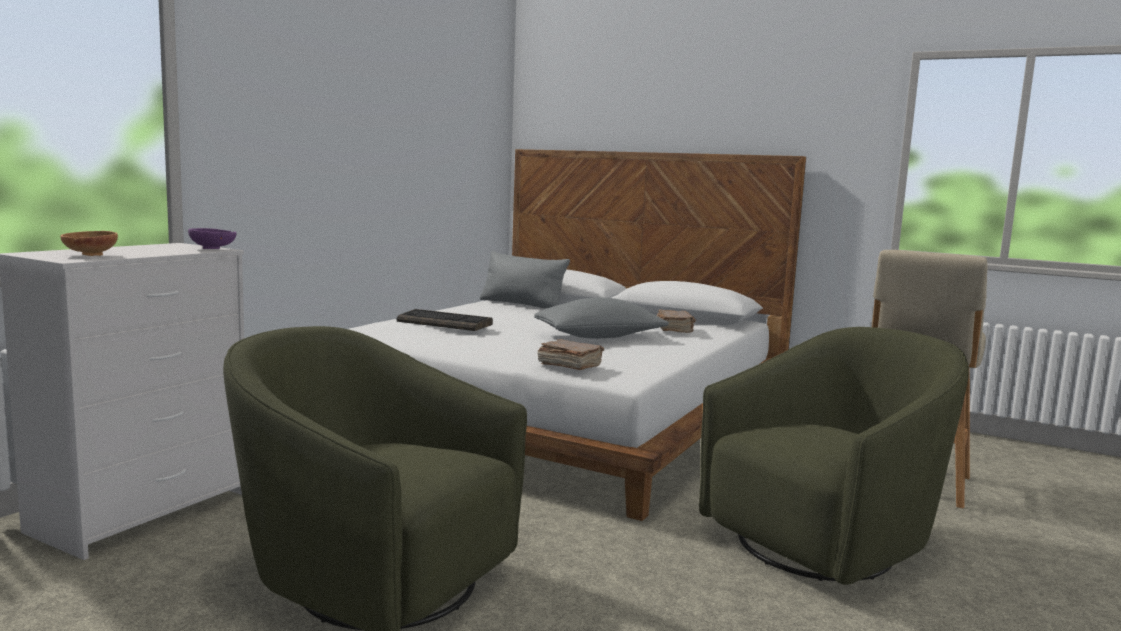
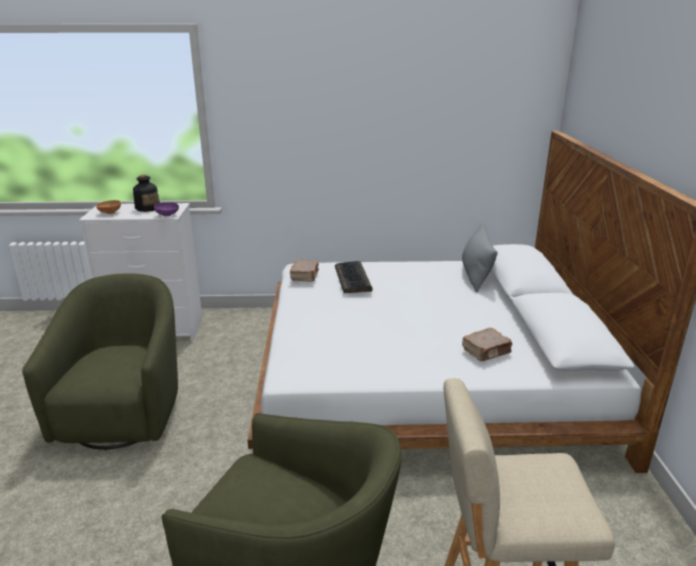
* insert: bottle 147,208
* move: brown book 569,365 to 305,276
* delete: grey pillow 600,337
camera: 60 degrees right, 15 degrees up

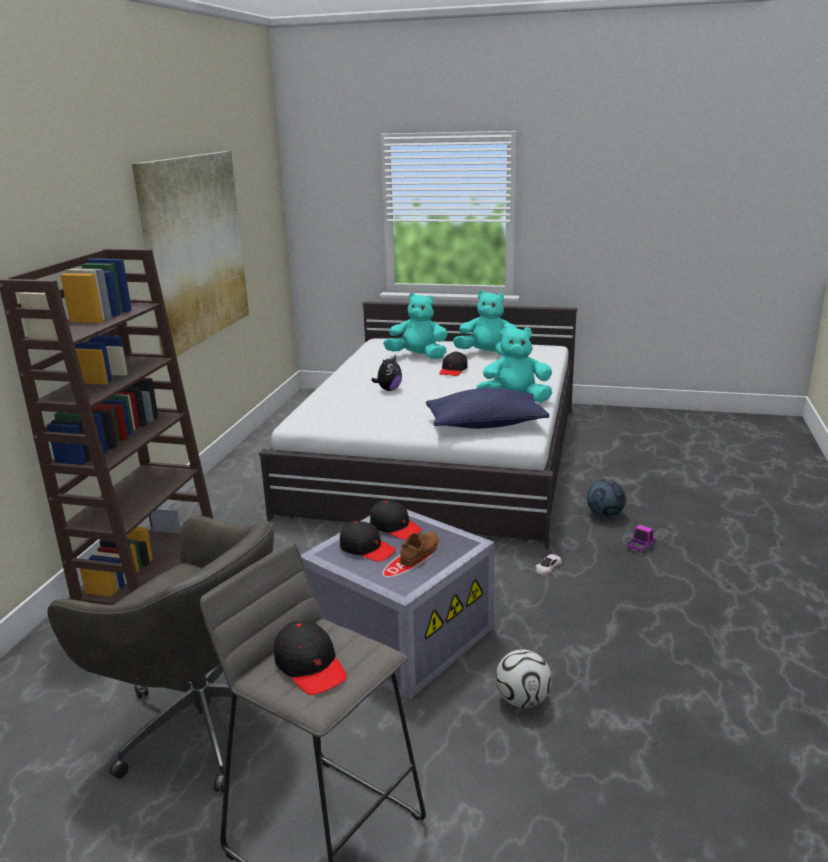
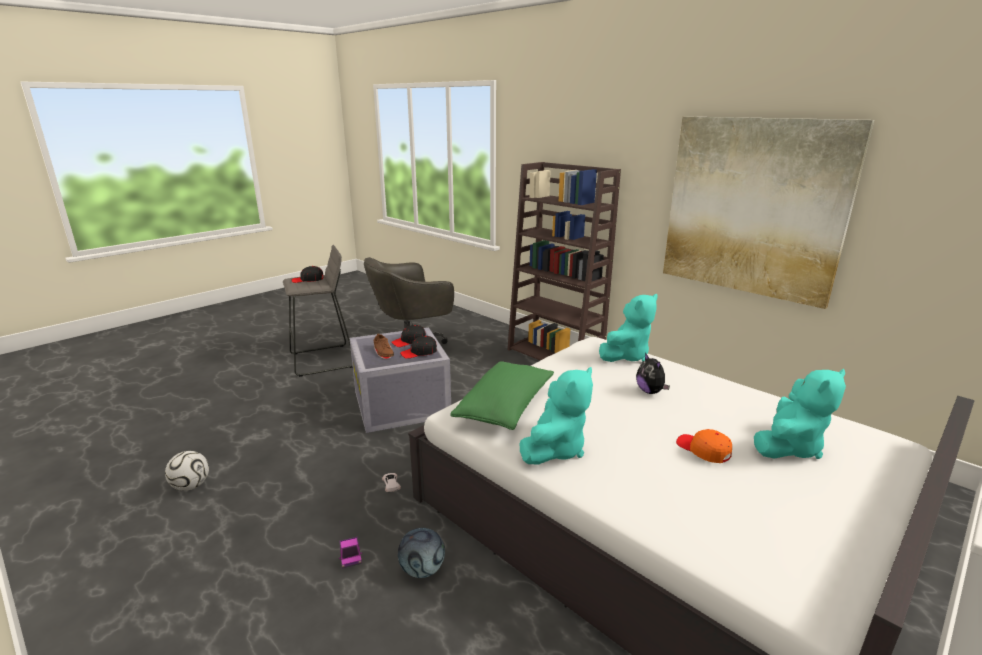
* move: football 522,700 to 191,486
* recolor: blue pillow 485,425 to green pillow 505,408
* move: turquoise plush toy 487,354 to 626,356
* recolor: black cap 453,370 to orange cap 703,450
camera: 120 degrees right, 0 degrees up

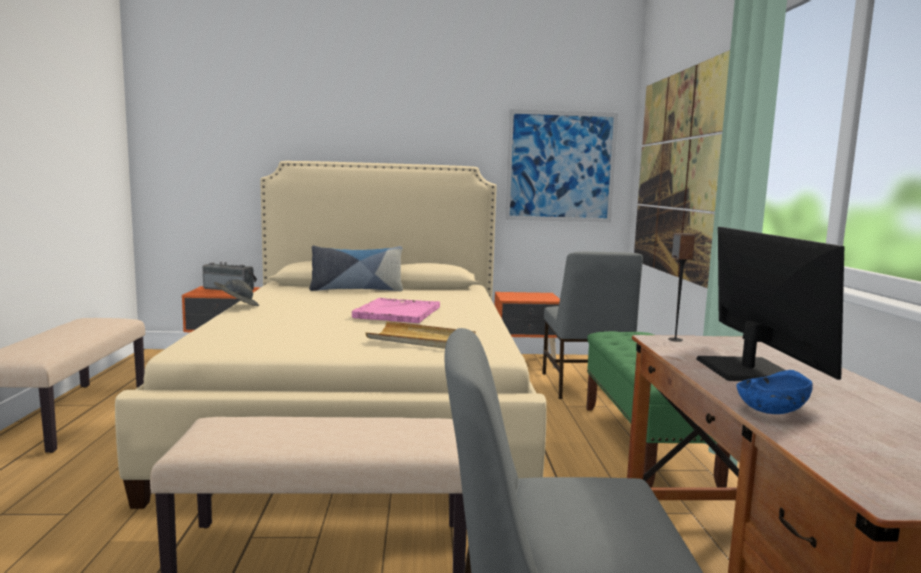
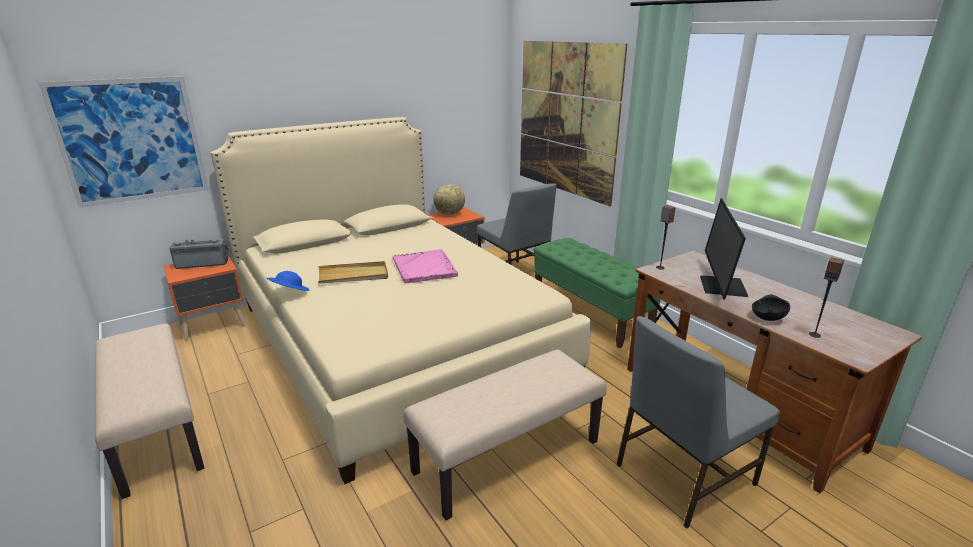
* move: picture 560,166 to 131,141
* recolor: grey hat 237,306 to blue hat 289,293
* move: beige tray 422,340 to 353,275
* insert: globe 449,214
* rotate: monitor 749,369 = 721,286 135 degrees counterclockwise
* recolor: blue bowl 769,411 to black bowl 767,318
* insert: speaker 814,334
* delete: pillow 356,289
camera: 30 degrees left, 15 degrees up

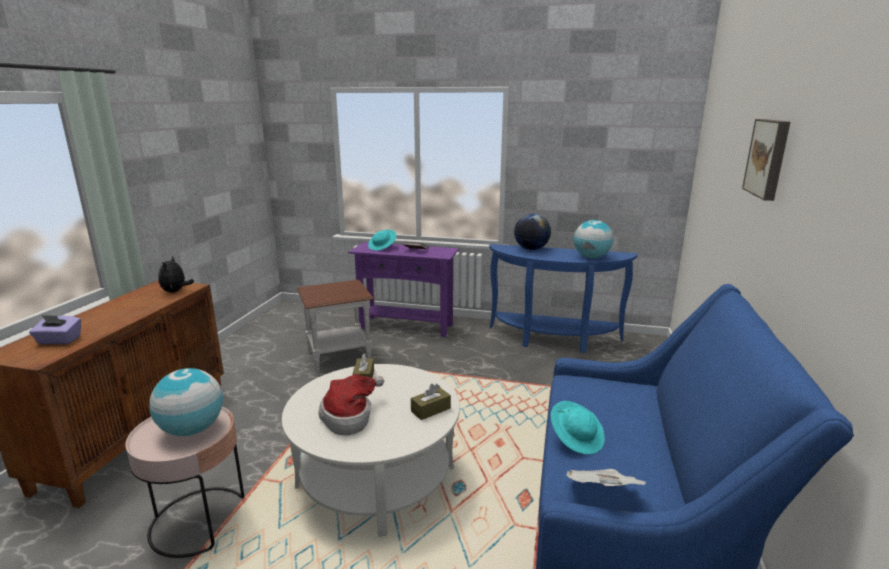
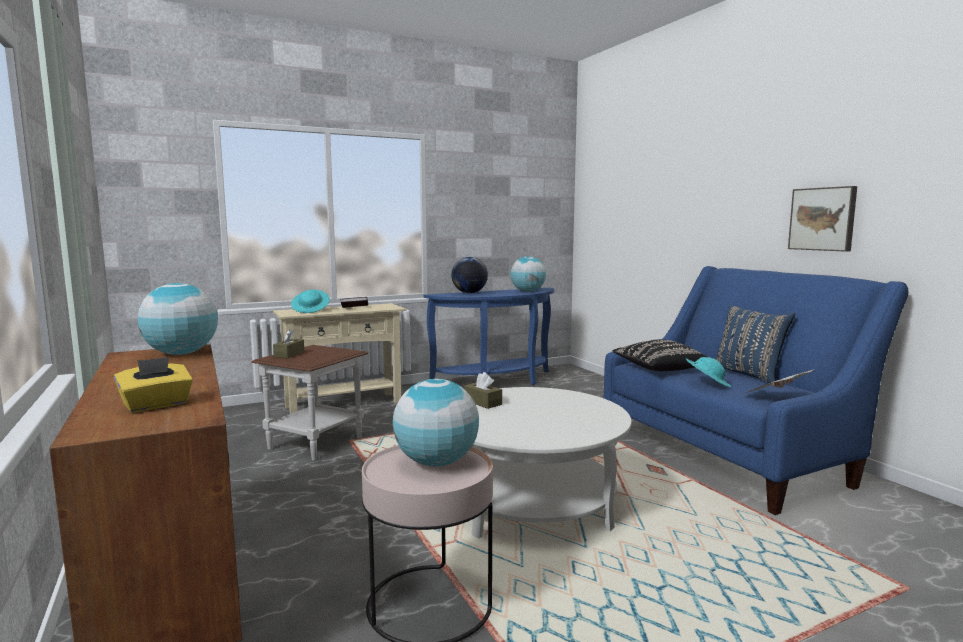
* recolor: purple tissue box 59,341 to yellow tissue box 156,405
* replace: plush toy 175,291 to globe 182,354
* recolor: purple console table 406,326 to beige console table 344,404
* move: brown tissue box 430,410 to 289,354
* insert: black pillow 659,369
* insert: blue pillow 749,375
* move: picture 769,158 to 823,219
* delete: hat 350,416
camera: 40 degrees left, 10 degrees down

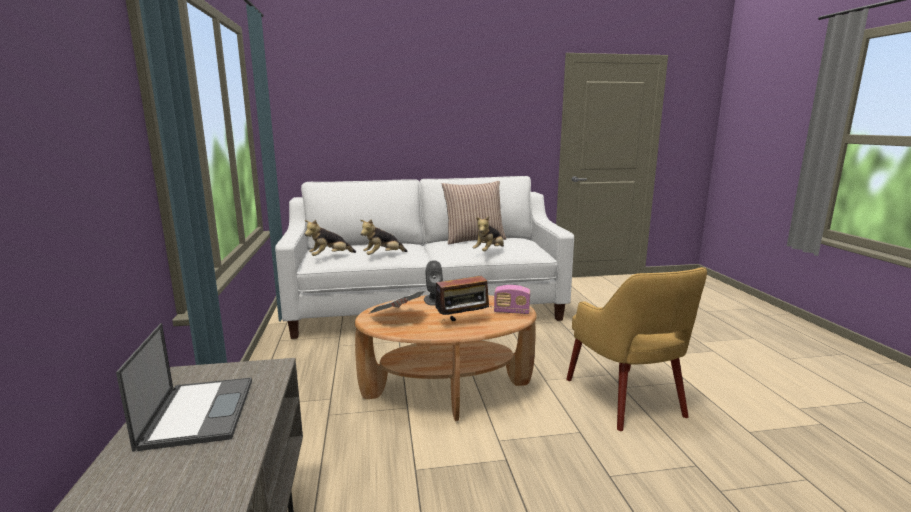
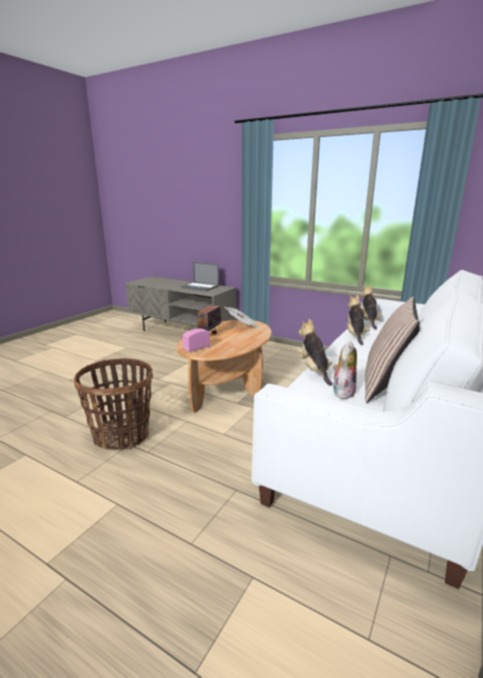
* replace: yellow armchair 625,399 to basket 122,435
* insert: plush toy 342,392
* delete: grey speaker 433,300
camera: 130 degrees right, 5 degrees up

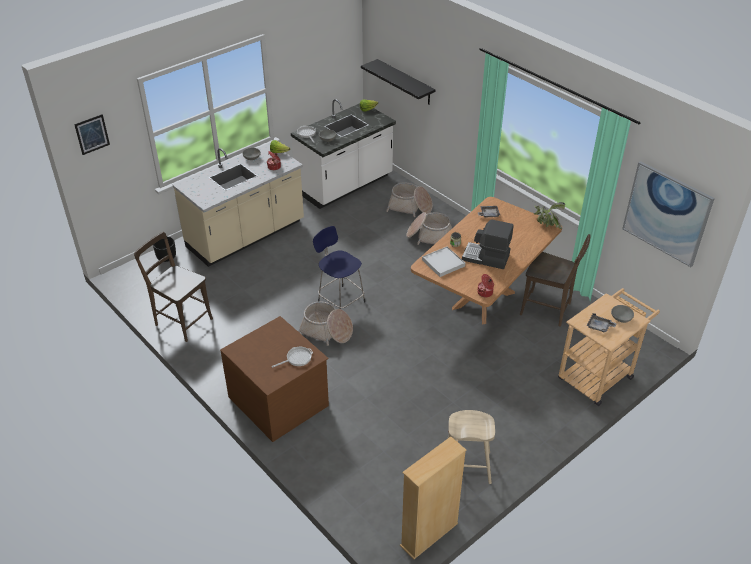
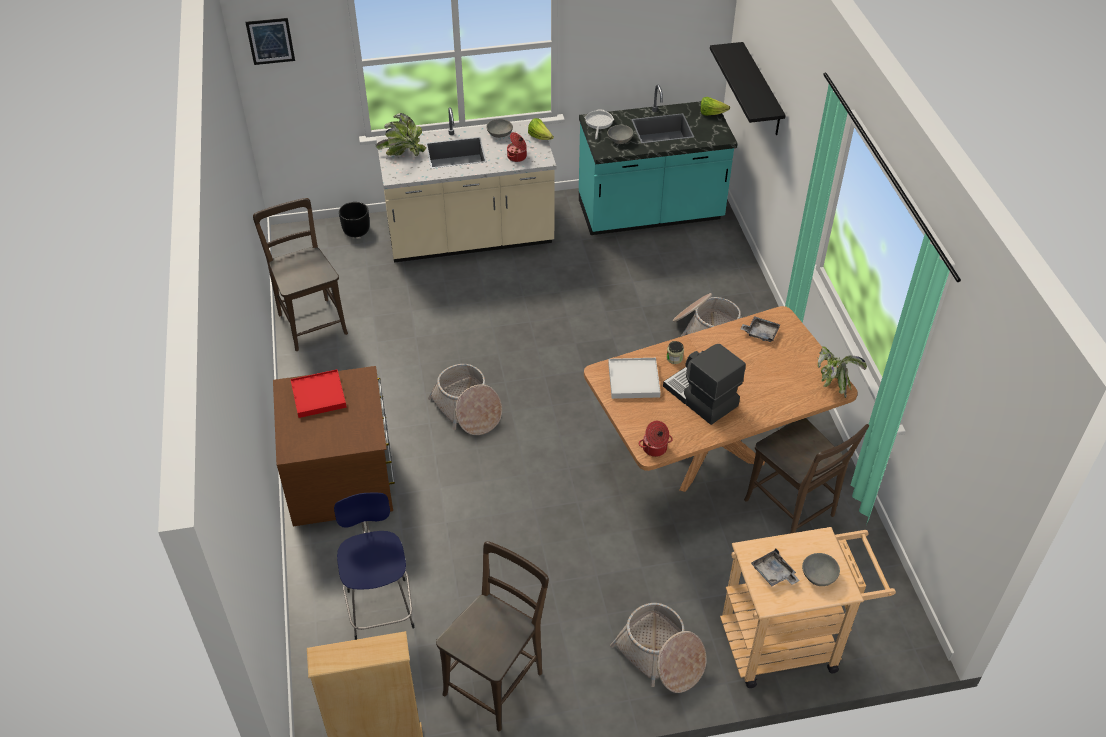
* insert: red tray 318,395
* move: blue stool 340,300 to 380,606
* insert: potted plant 402,152
* replace: beige stool 466,466 to brown chair 497,679
* recolor: white counter 345,185 to turquoise counter 650,213
* move: basket 410,207 to 660,656
* delete: frying pan 297,358
* delete: picture 666,213
camera: 30 degrees right, 5 degrees up

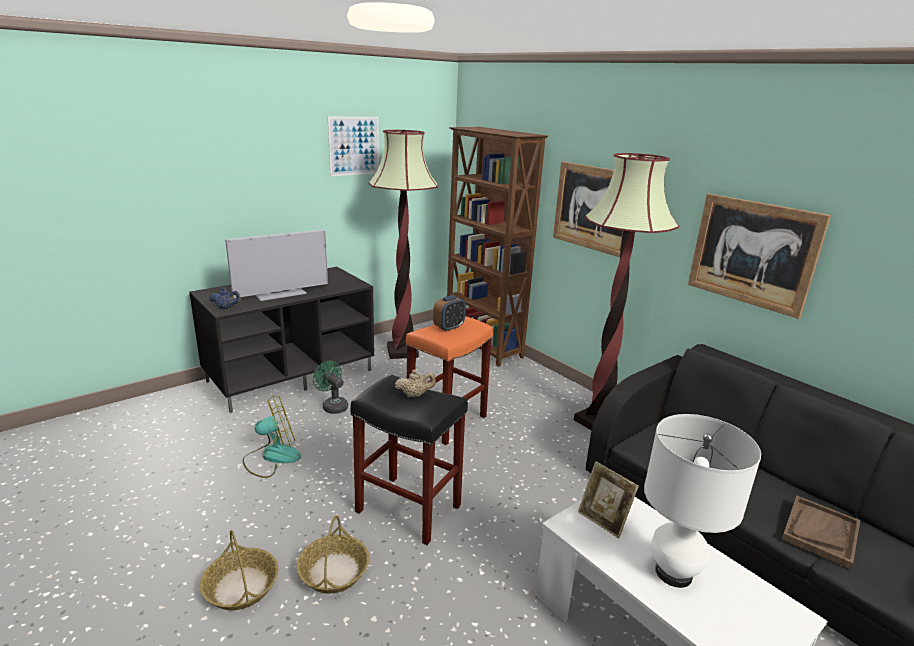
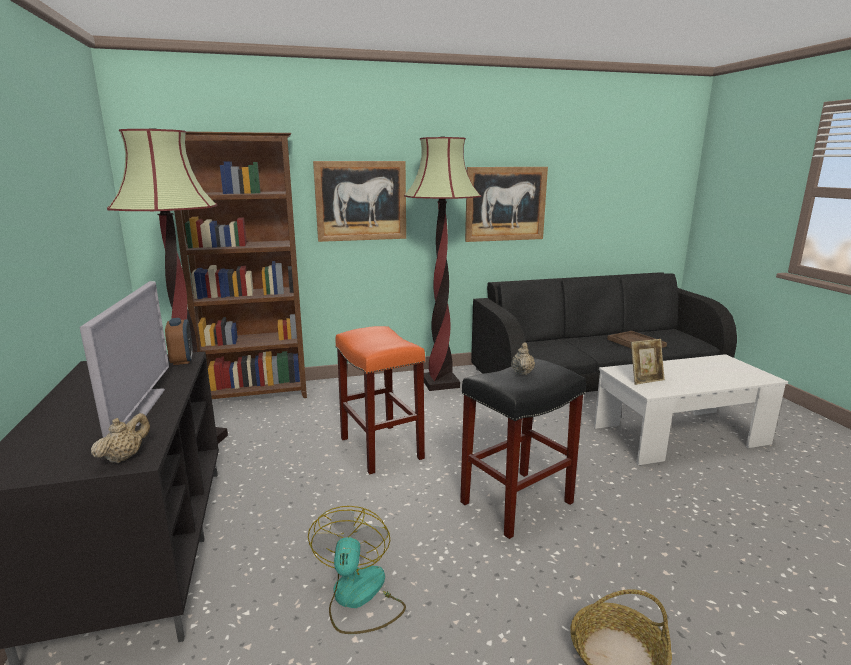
* recolor: blue teapot 226,308 to beige teapot 125,457
* move: alarm clock 449,327 to 182,360
* delete: basket 333,571
* delete: green fan 332,406
* delete: picture 354,146
* delete: white table lamp 673,573
camera: 65 degrees left, 5 degrees down

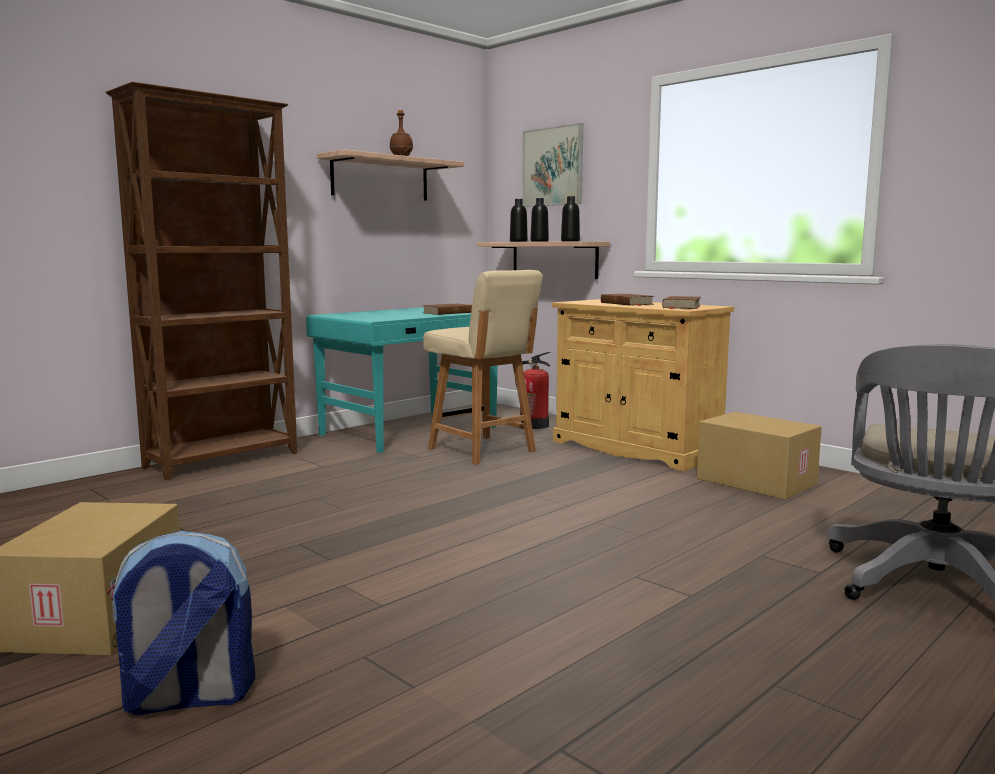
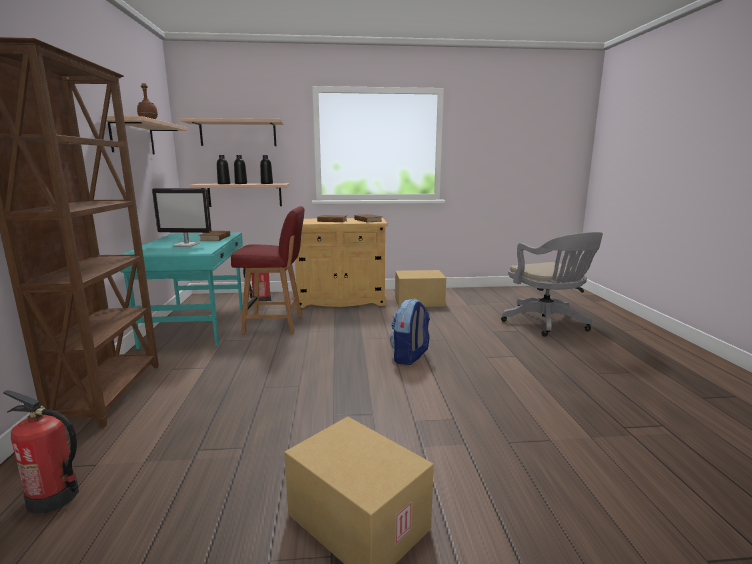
* insert: fire extinguisher 54,497
* insert: monitor 187,245
* replace: picture 553,166 to shelf 238,133
* recolor: beige chair 483,450 to red chair 275,324
* move: backpack 187,698 to 410,357
camera: 50 degrees left, 5 degrees up

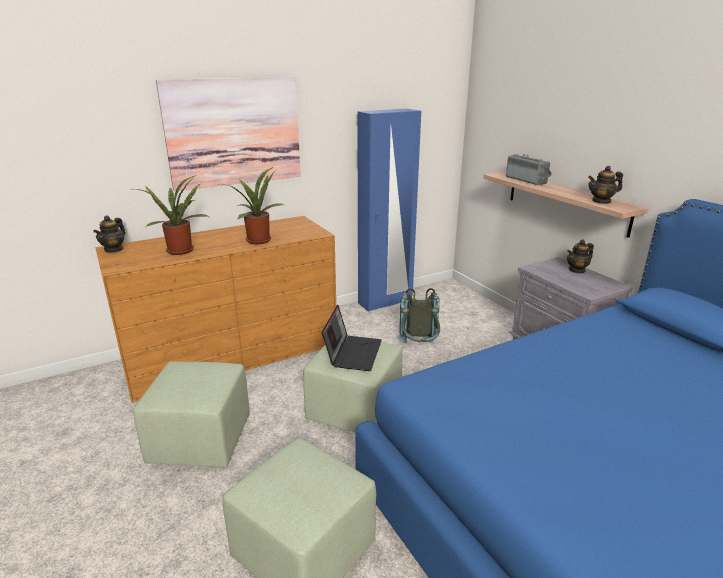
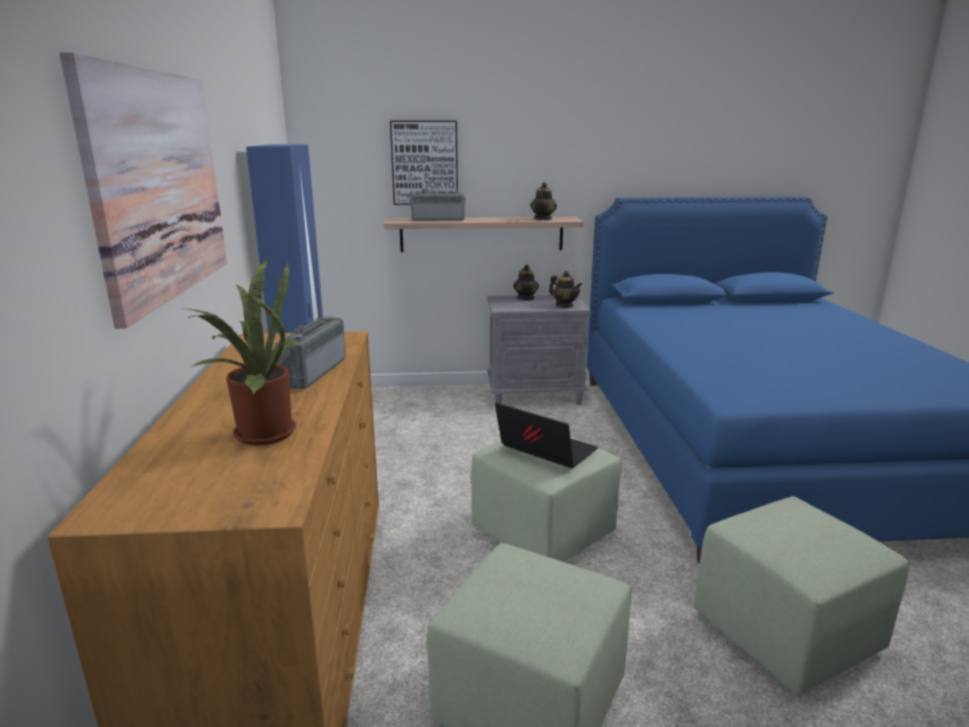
* replace: potted plant 257,240 to radio 309,372
* insert: picture 424,163
* move: teapot 114,249 to 564,306
* delete: grey backpack 419,348
camera: 65 degrees left, 5 degrees down

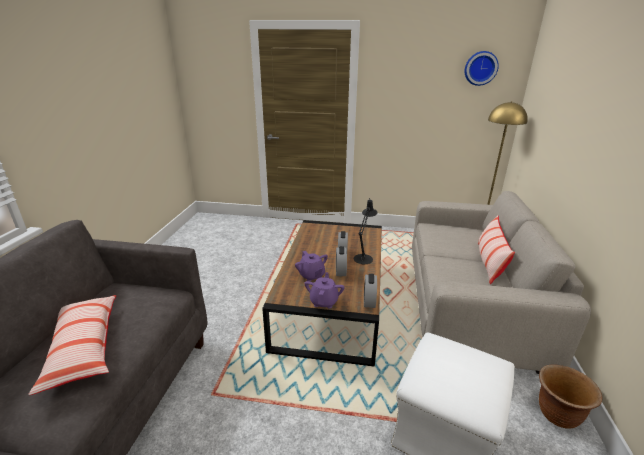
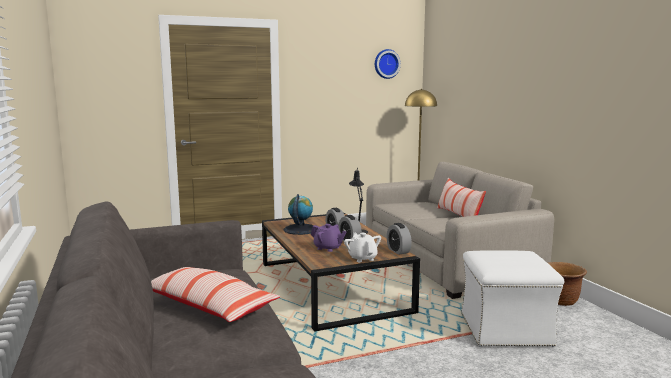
* insert: globe 300,229
* recolor: purple teapot 324,301 to white teapot 362,258
camera: 30 degrees left, 15 degrees down

